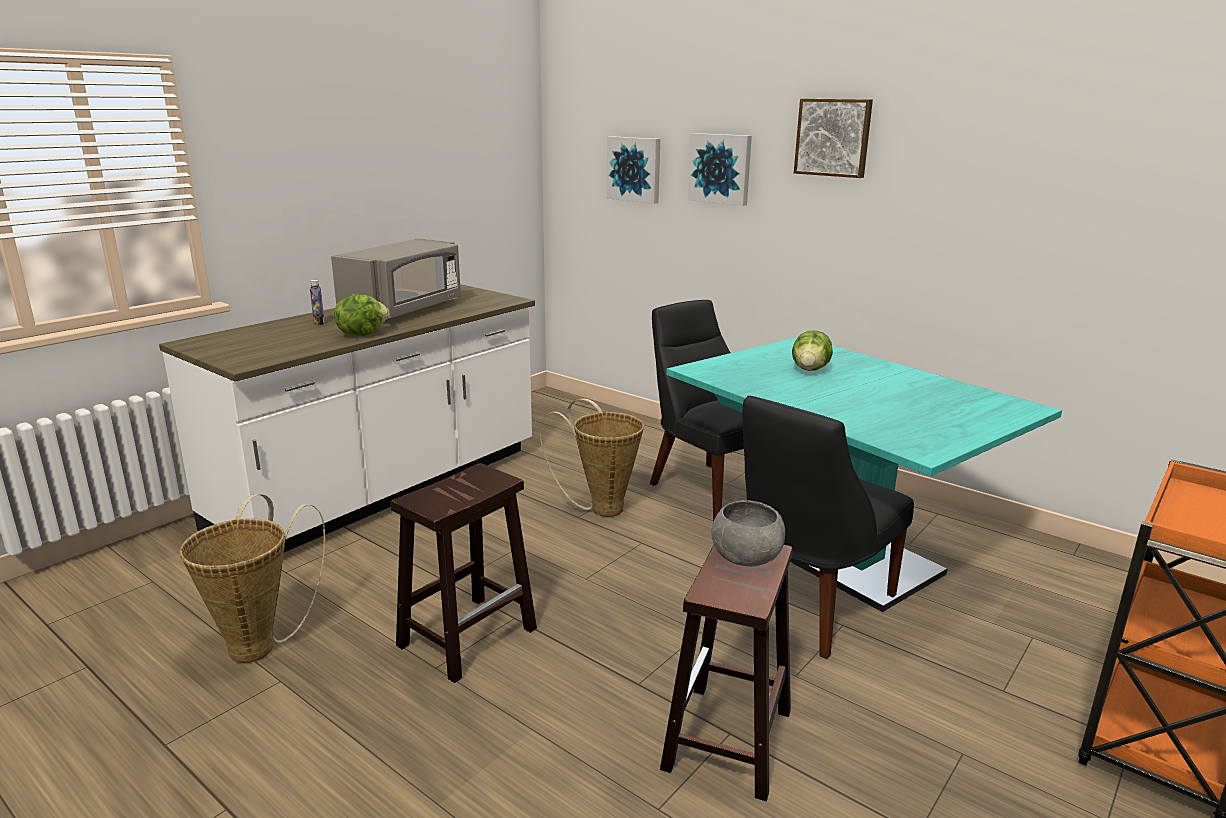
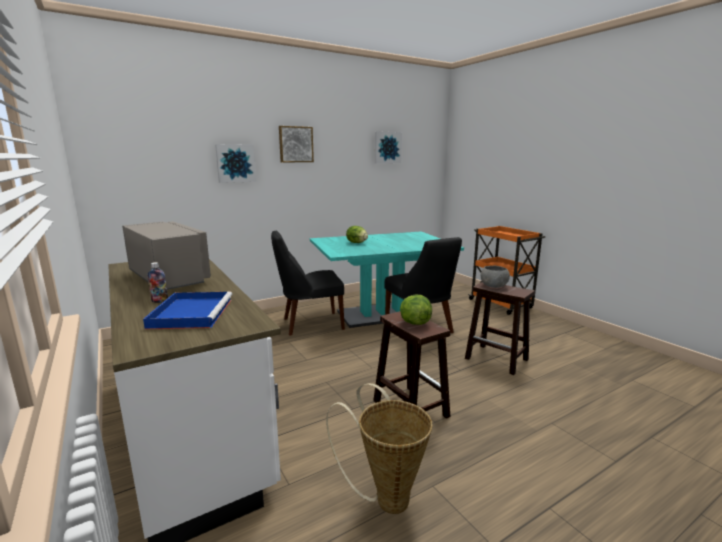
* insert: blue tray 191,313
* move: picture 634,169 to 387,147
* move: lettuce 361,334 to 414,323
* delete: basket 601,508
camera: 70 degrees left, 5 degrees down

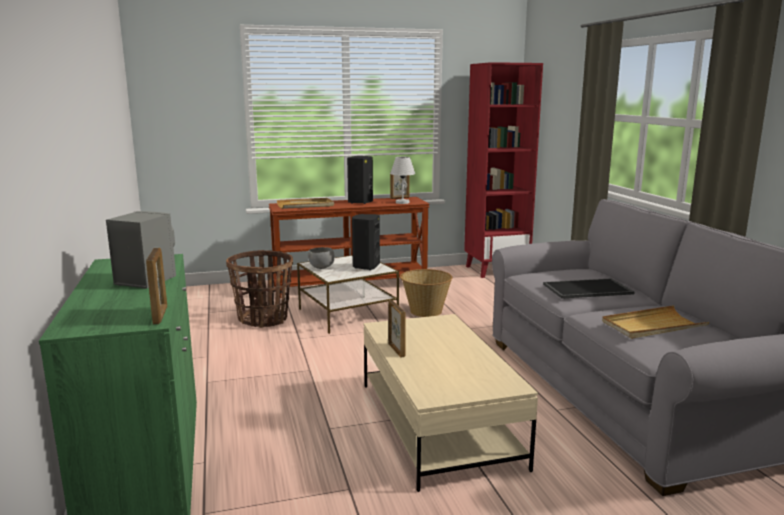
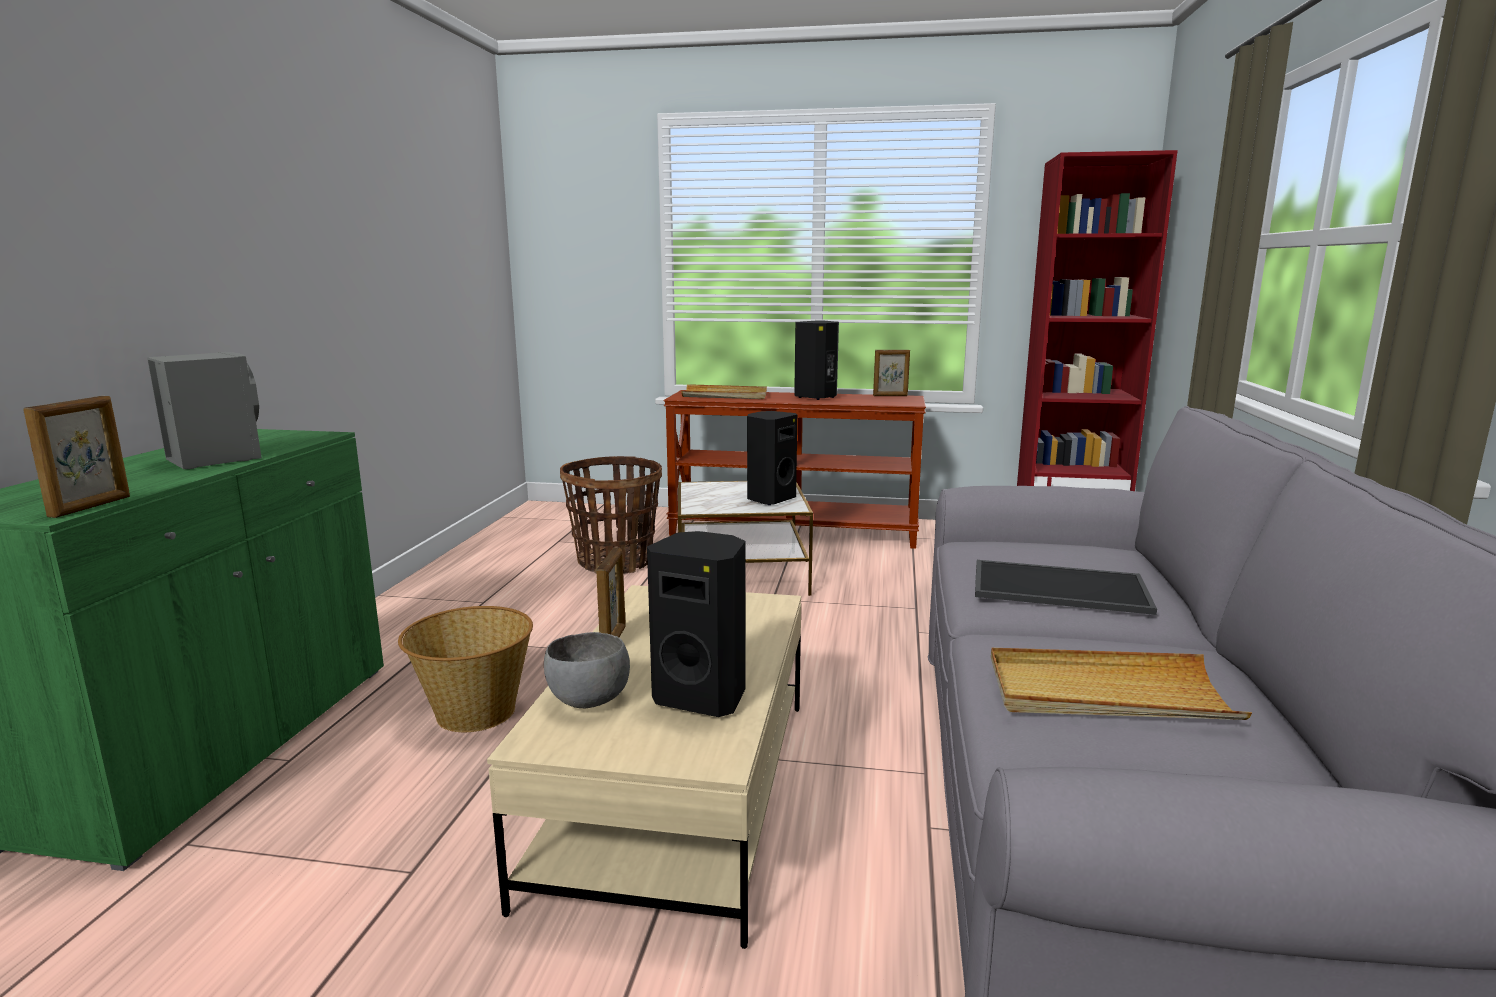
* move: basket 425,311 to 474,712
* move: grey bowl 321,268 to 587,701
* insert: black speaker 702,697
* delete: white table lamp 402,202
camera: 25 degrees right, 0 degrees up

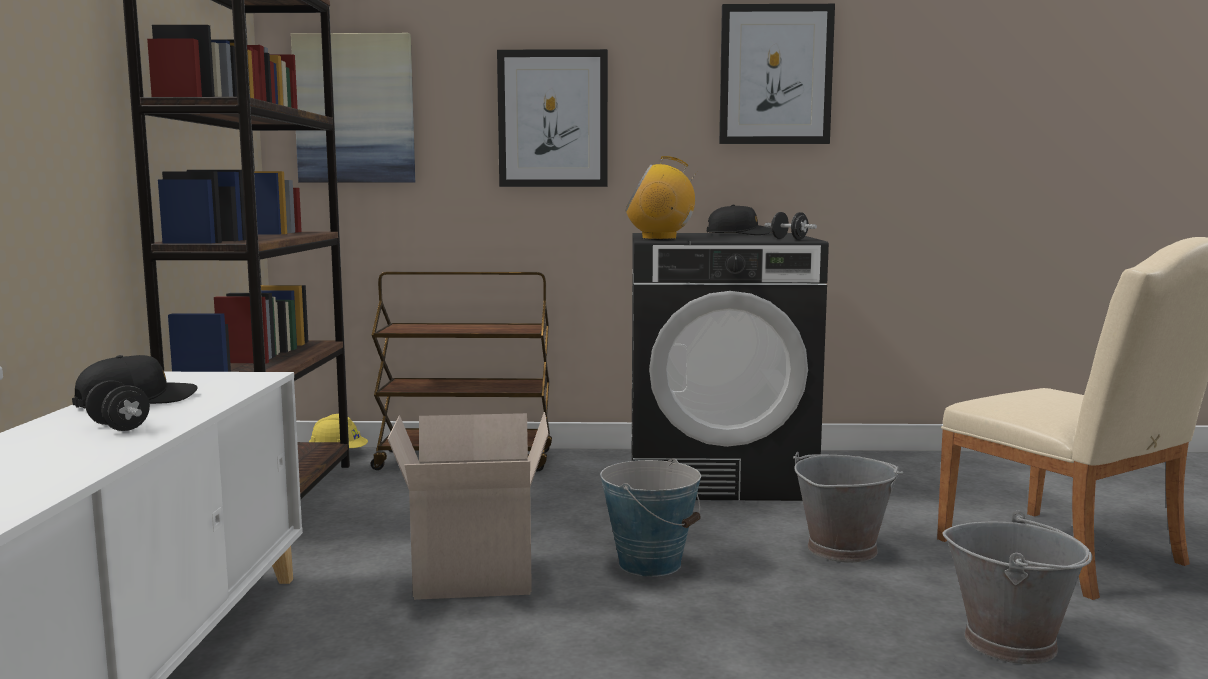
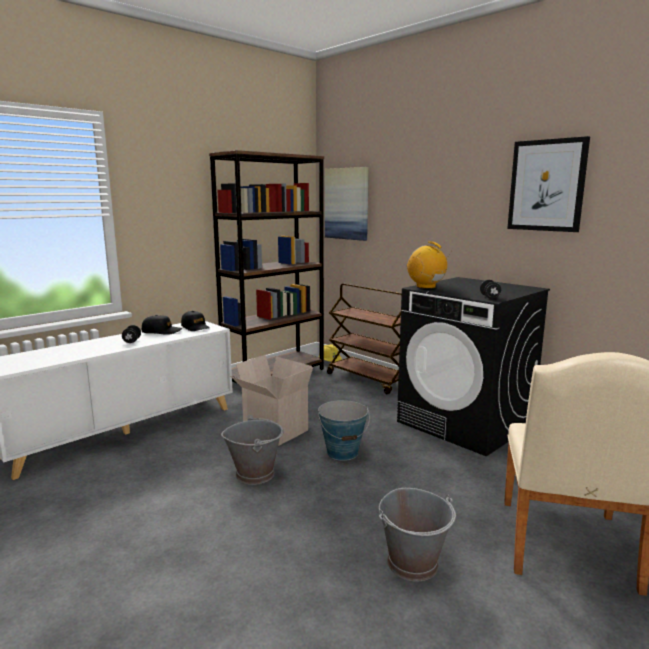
* move: black cap 740,234 to 195,327
* move: grey bucket 841,549 to 255,474
* delete: picture 553,119
camera: 45 degrees right, 5 degrees up

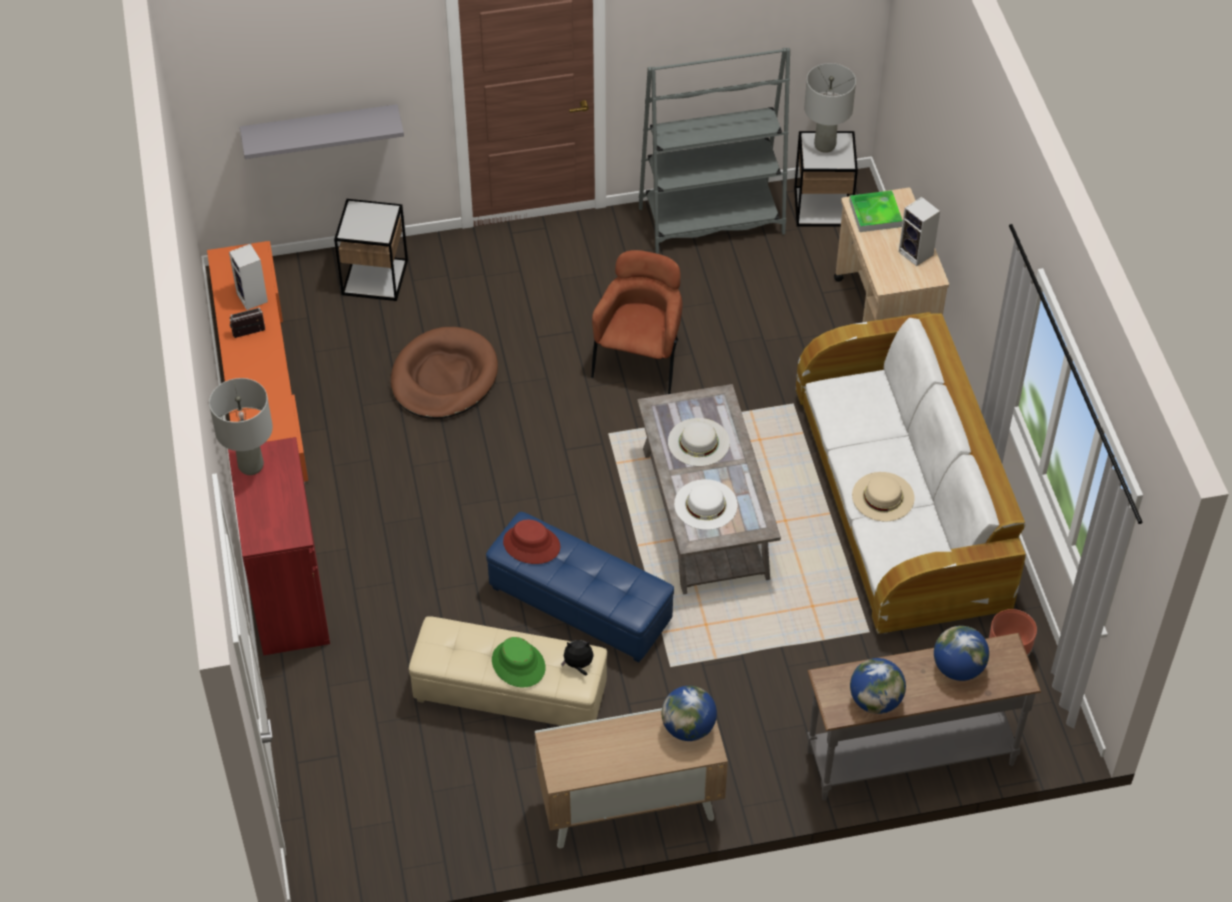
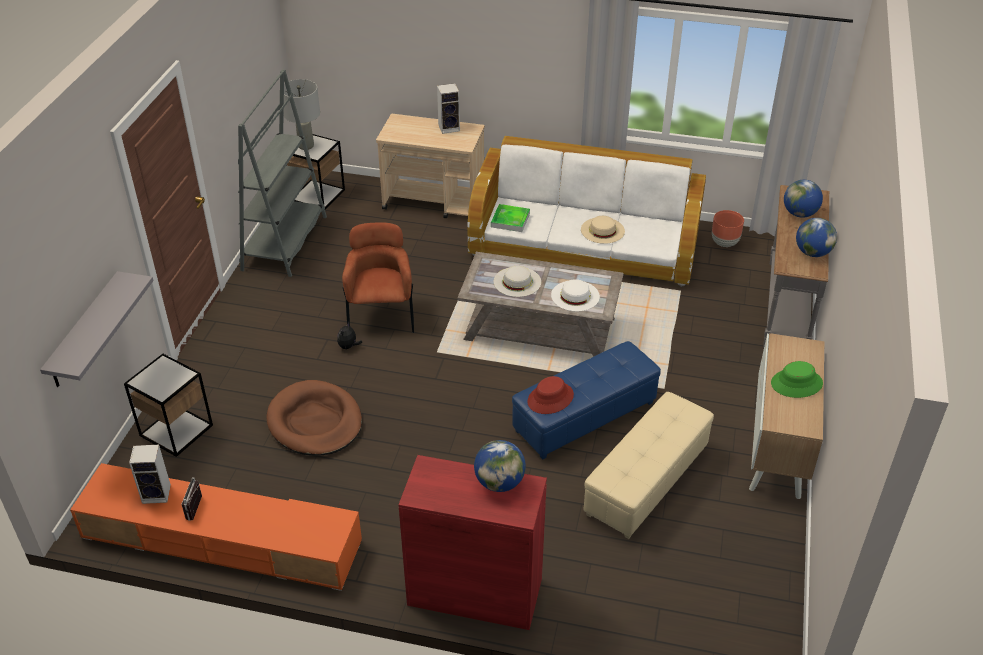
* move: plush toy 578,665 to 348,347
* rotate: brown armchair 640,360 = 381,315 45 degrees clockwise
* move: globe 688,727 to 499,482
* move: tray 875,214 to 510,220
* move: green hat 518,664 to 796,384
* delete: grey table lamp 251,465
camera: 65 degrees left, 10 degrees down

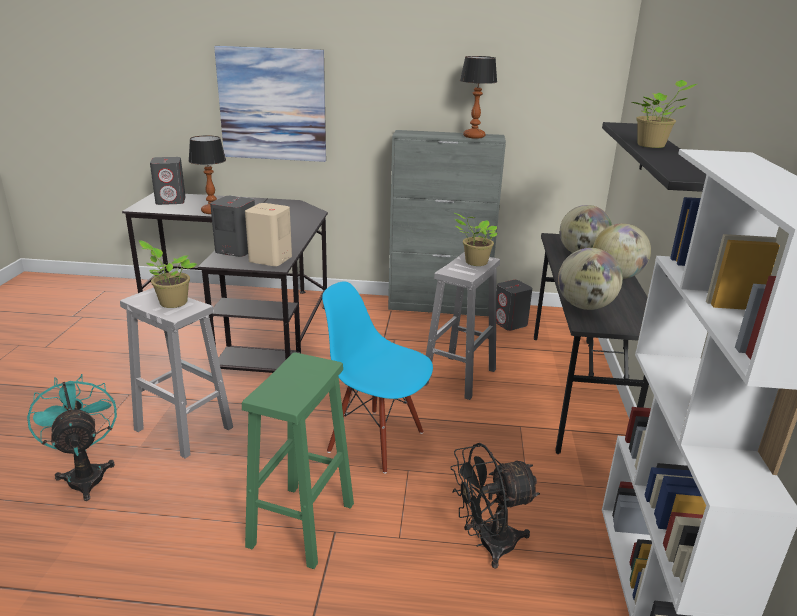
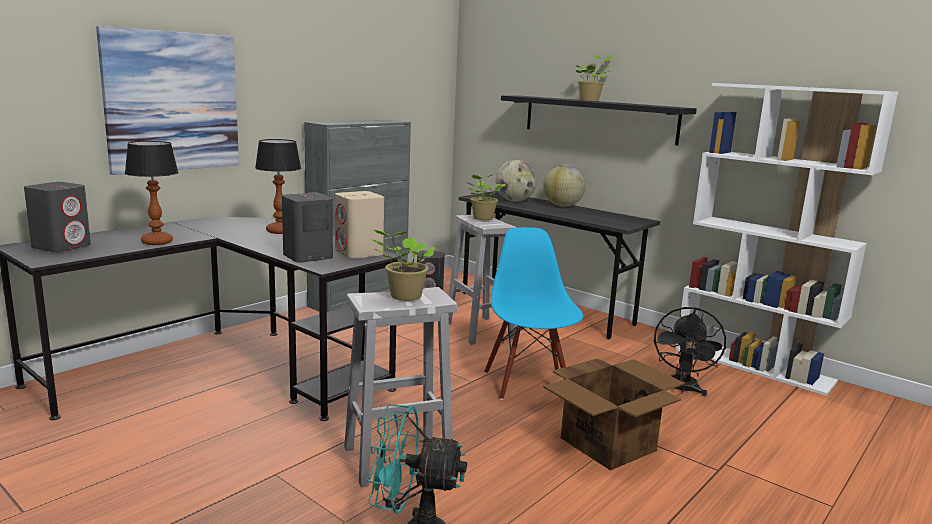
* move: table lamp 474,136 to 280,231
* rotate: blue chair 376,440 = 528,384 105 degrees clockwise
* replace: green stool 301,526 to cardboard box 609,444
* delete: globe 585,306
camera: 55 degrees left, 10 degrees down

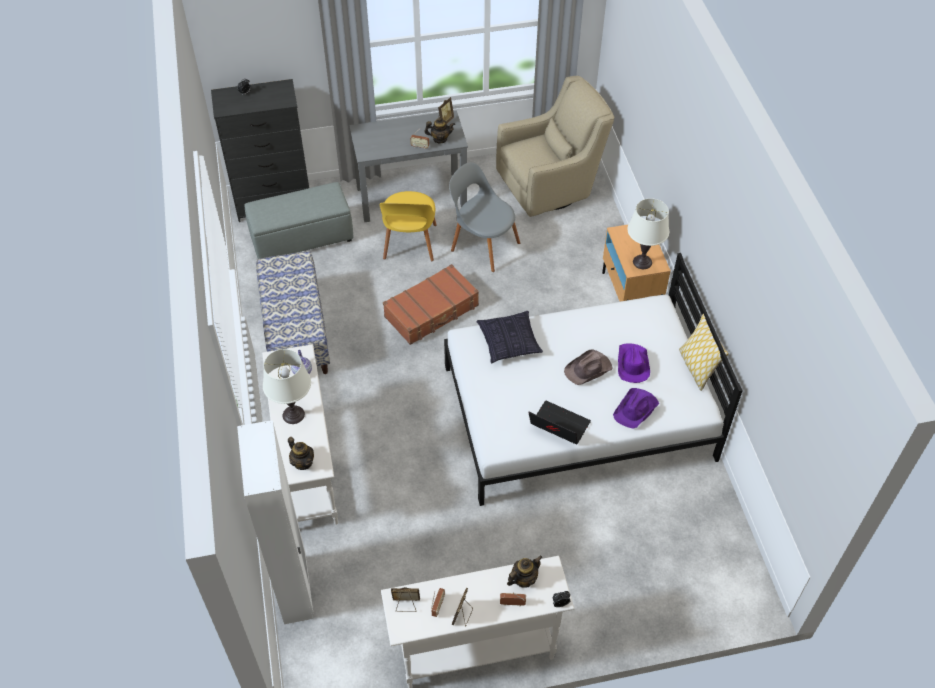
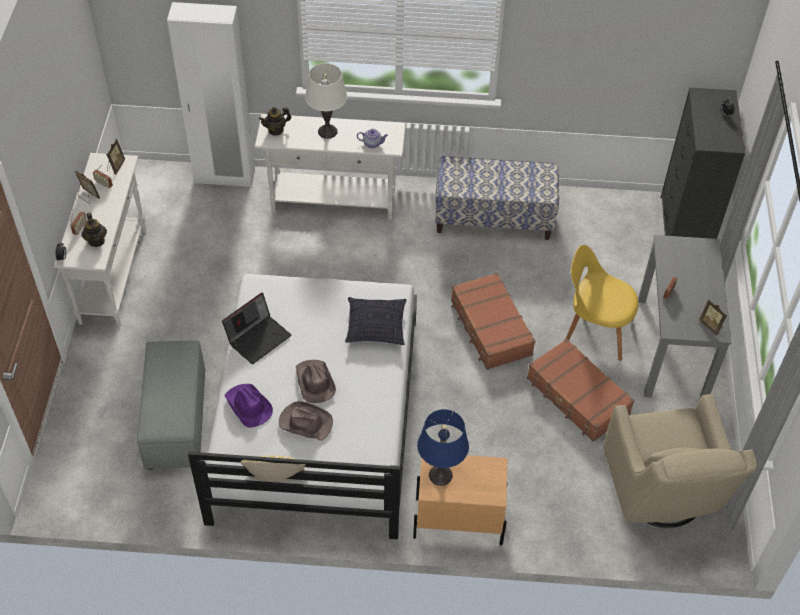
* move: grey ottoman 303,238 to 176,421
* recolor: purple hat 632,364 to brown hat 305,422
* recolor: white table lamp 642,262 to blue table lamp 440,475
* replace: grey chair 483,245 to brown suitcase 577,397
* delete: teapot 440,139
camera: 105 degrees right, 0 degrees up

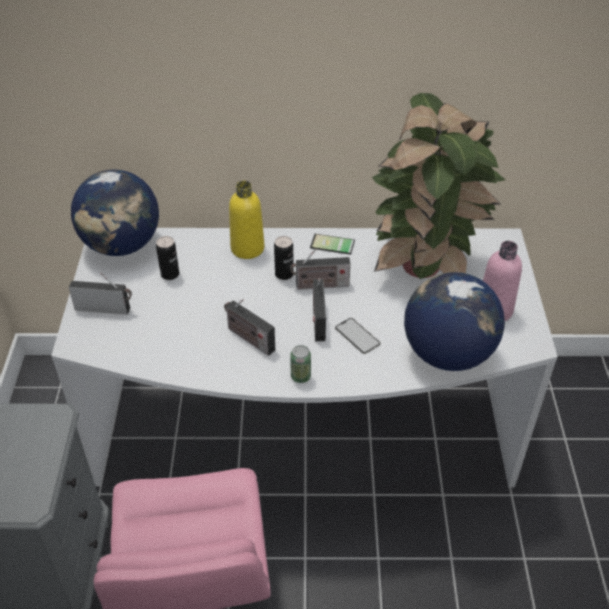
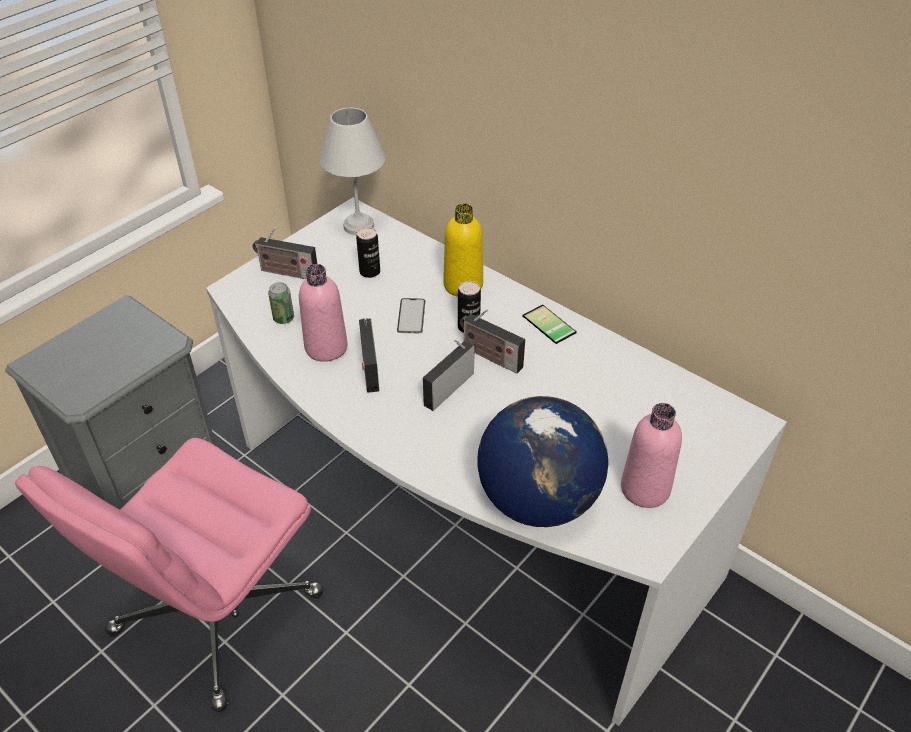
* rotate: radio 105,309 = 286,273 150 degrees clockwise
* move: can 300,376 to 283,318
* insert: pink bottle 326,347
* replace: globe 122,246 to white table lamp 360,226
* move: phone 357,336 to 411,316
* delete: potted plant 424,263
camera: 40 degrees right, 0 degrees up

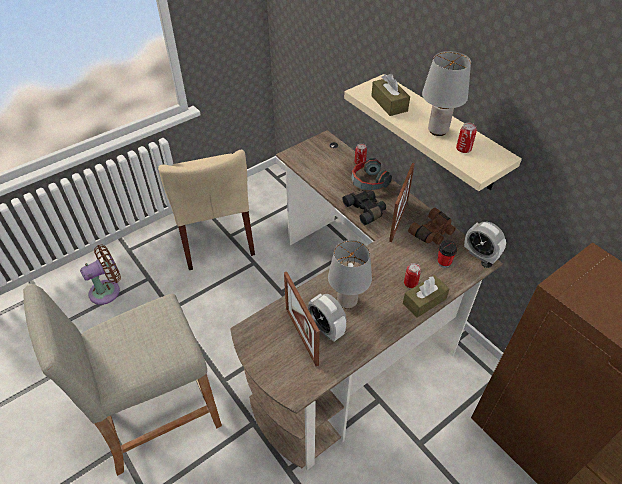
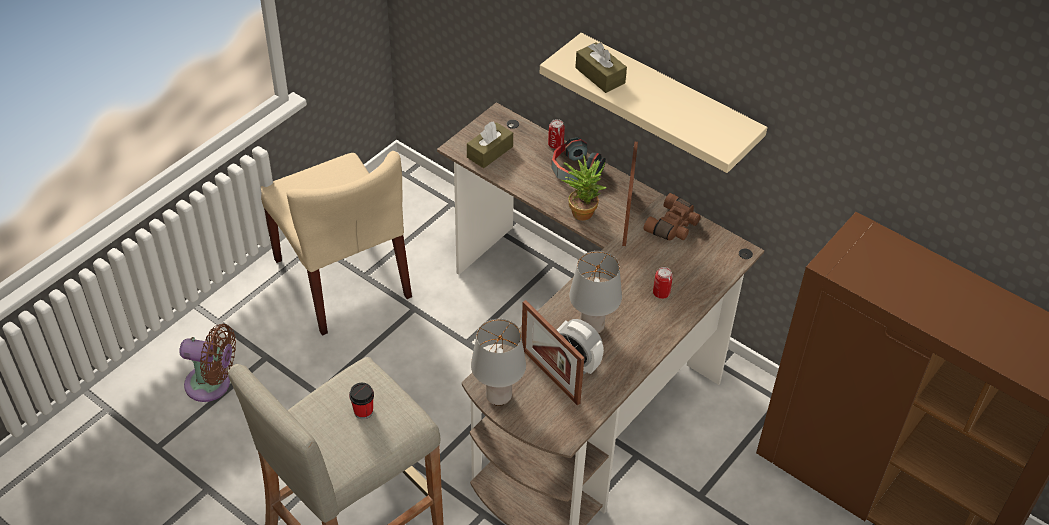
* rotate: brown fan 108,290 = 212,385 60 degrees clockwise
* move: cup 444,262 to 363,411
* move: brown tissue box 424,301 to 490,152
* move: grey table lamp 437,131 to 498,397
* replace: black binoculars 366,210 to potted plant 582,210
* delete: can 463,149
* delete: alarm clock 480,255
camera: 15 degrees left, 0 degrees up

